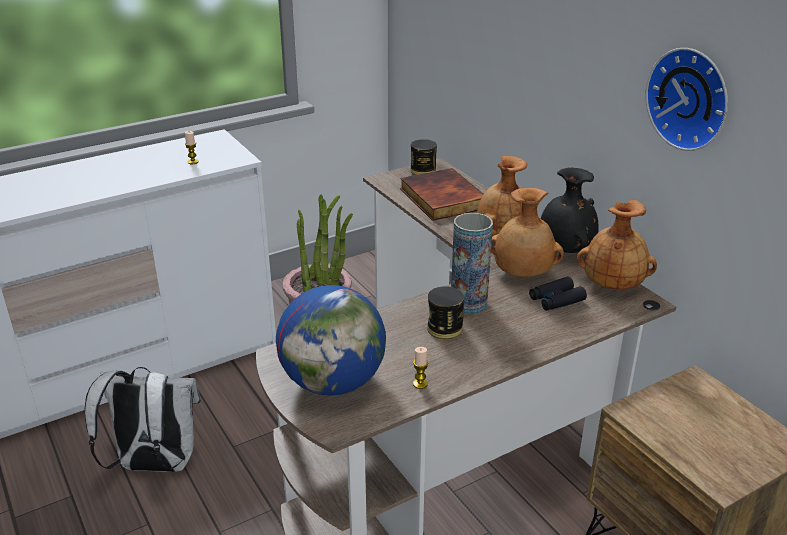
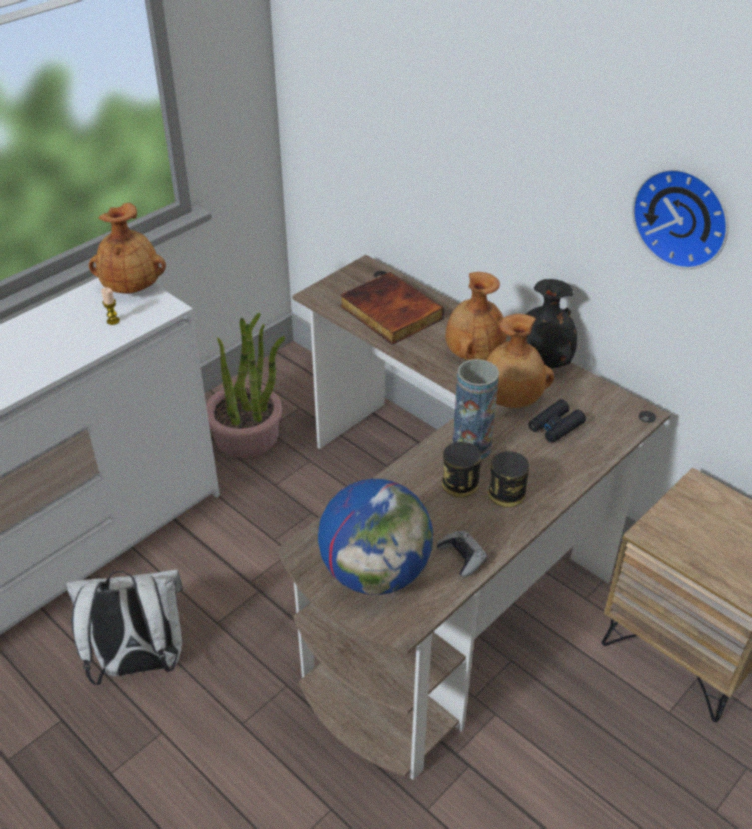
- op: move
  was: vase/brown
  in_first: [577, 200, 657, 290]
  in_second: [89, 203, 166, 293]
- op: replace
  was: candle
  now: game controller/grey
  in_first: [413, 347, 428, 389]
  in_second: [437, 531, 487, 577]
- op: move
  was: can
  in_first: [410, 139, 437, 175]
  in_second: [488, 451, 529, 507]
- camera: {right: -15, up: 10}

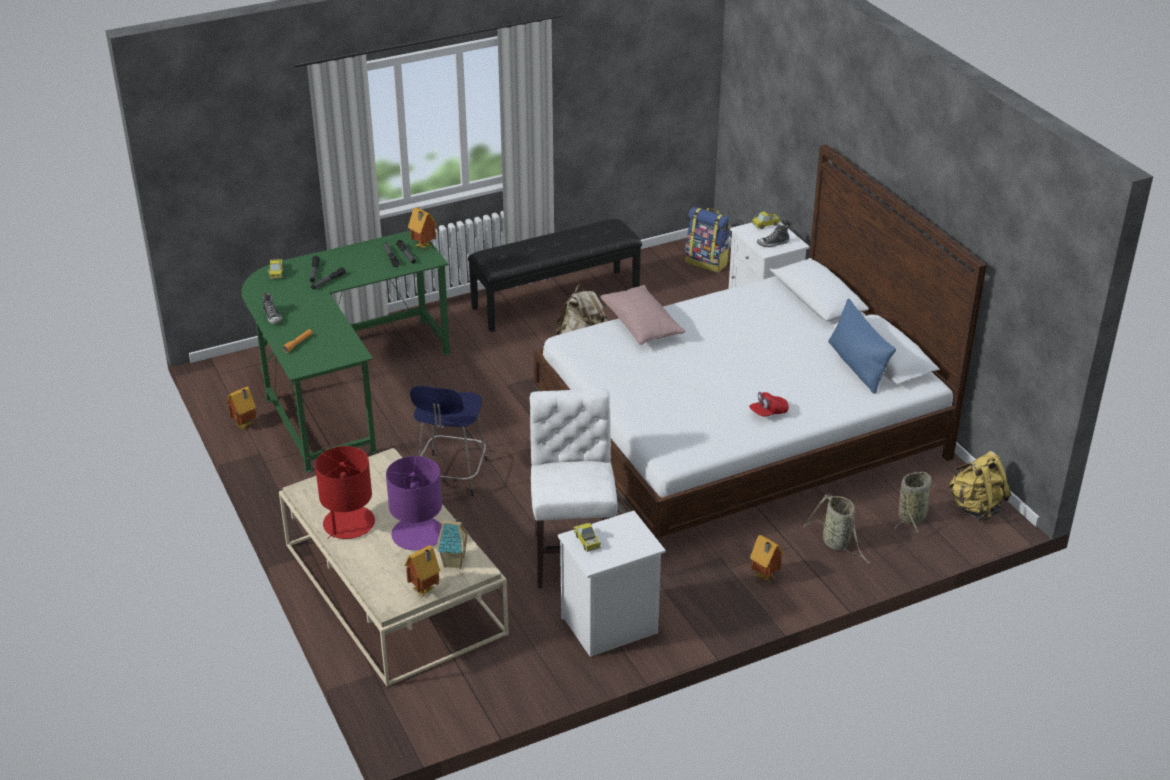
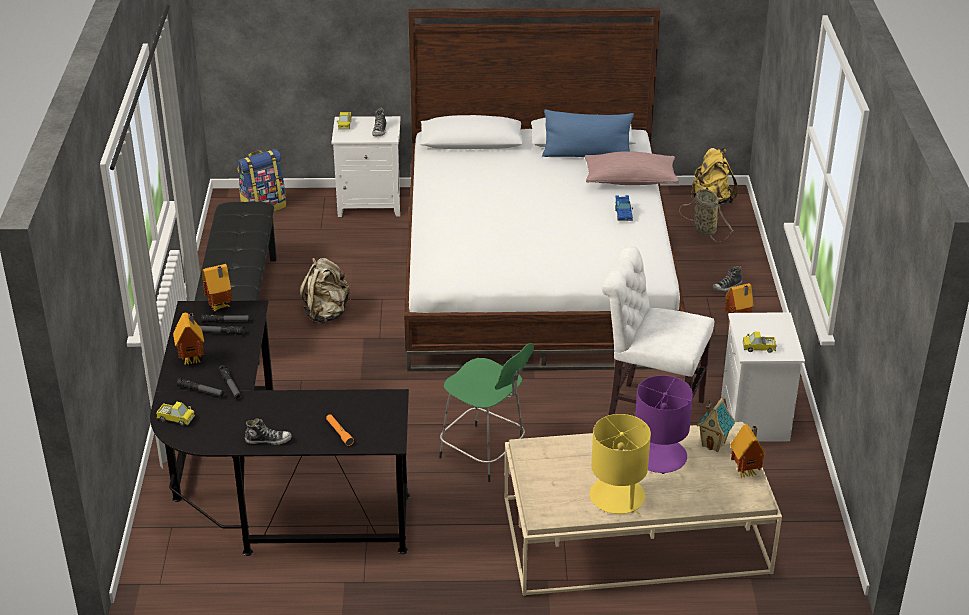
- op: recolor
  was: desk/green
  now: desk/black
  in_first: [241, 231, 450, 473]
  in_second: [150, 300, 410, 556]
- op: move
  was: toy house
  in_first: [227, 387, 256, 430]
  in_second: [173, 313, 204, 366]
- op: recolor
  was: stool/blue
  now: stool/green
  in_first: [410, 386, 487, 496]
  in_second: [439, 343, 534, 482]
- op: move
  was: pillow/pink
  in_first: [600, 285, 686, 345]
  in_second: [585, 151, 679, 185]
- op: recolor
  was: table lamp/red
  now: table lamp/yellow
  in_first: [315, 446, 375, 539]
  in_second: [589, 414, 651, 514]
- op: replace
  was: cap/red
  now: toy car/blue
  in_first: [749, 392, 789, 417]
  in_second: [615, 195, 633, 221]
- op: insert
  now: shoe
  in_second: [712, 266, 742, 292]
- op: delete
  was: basket
  in_first: [804, 495, 870, 564]
- camera: {right: -65, up: 0}

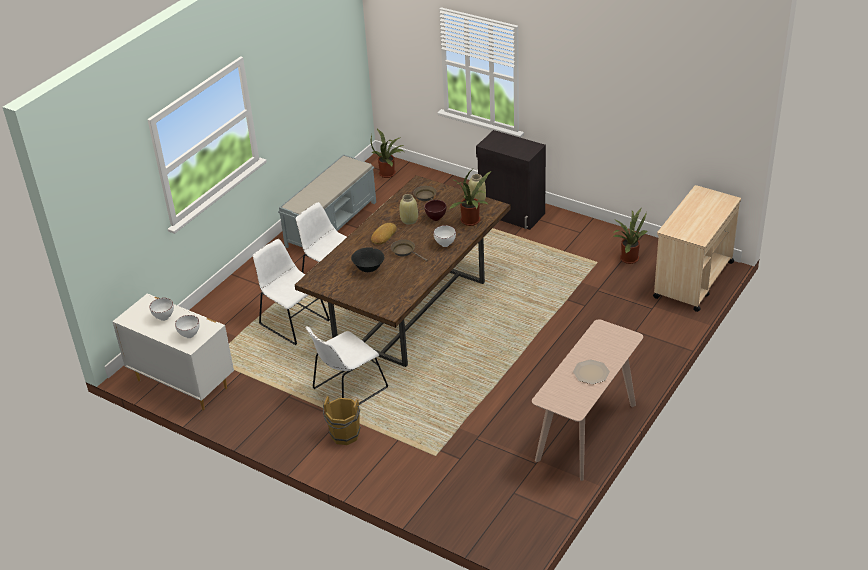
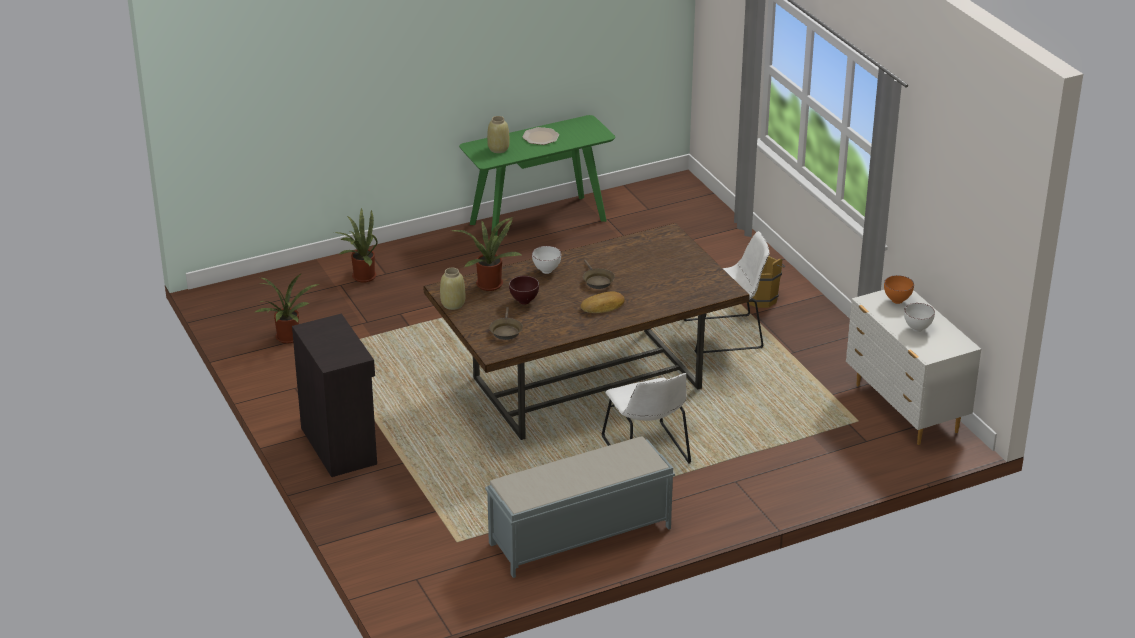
- op: move
  was: potted plant
  in_first: [371, 129, 404, 178]
  in_second: [334, 208, 378, 283]
- op: recolor
  was: console table/beige
  now: console table/green
  in_first: [532, 320, 643, 481]
  in_second: [459, 115, 615, 236]
- op: move
  was: vase/beige
  in_first: [400, 194, 418, 225]
  in_second: [487, 116, 509, 153]
- op: recolor
  was: bowl/white
  now: bowl/orange
  in_first: [175, 315, 200, 338]
  in_second: [884, 275, 914, 304]
- op: delete
  was: chair/white
  in_first: [253, 239, 330, 345]
- op: delete
  was: bowl/black
  in_first: [351, 247, 384, 272]
- op: delete
  was: cart/beige
  in_first: [653, 185, 741, 312]
- camera: {right: -150, up: -5}

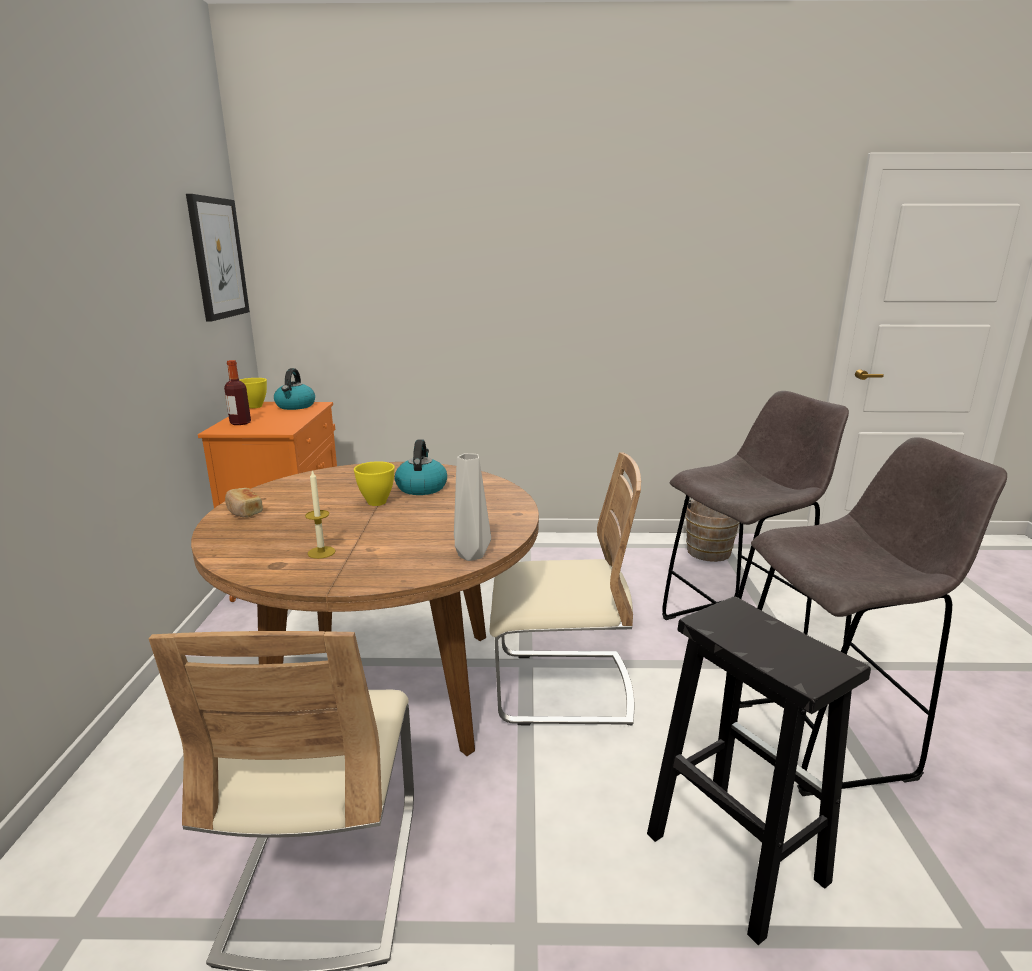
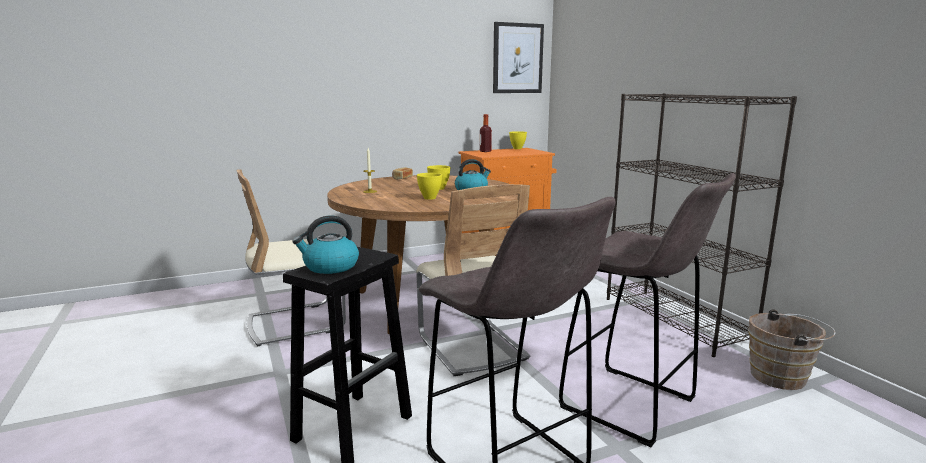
- op: move
  was: kettle
  in_first: [274, 368, 315, 410]
  in_second: [292, 216, 359, 274]
- op: insert
  now: bowl/yellow
  in_second: [417, 173, 442, 200]
- op: insert
  now: bookcase/black
  in_second: [607, 93, 797, 357]
- op: delete
  was: vase/grey
  in_first: [454, 453, 491, 561]
- camera: {right: 65, up: -5}

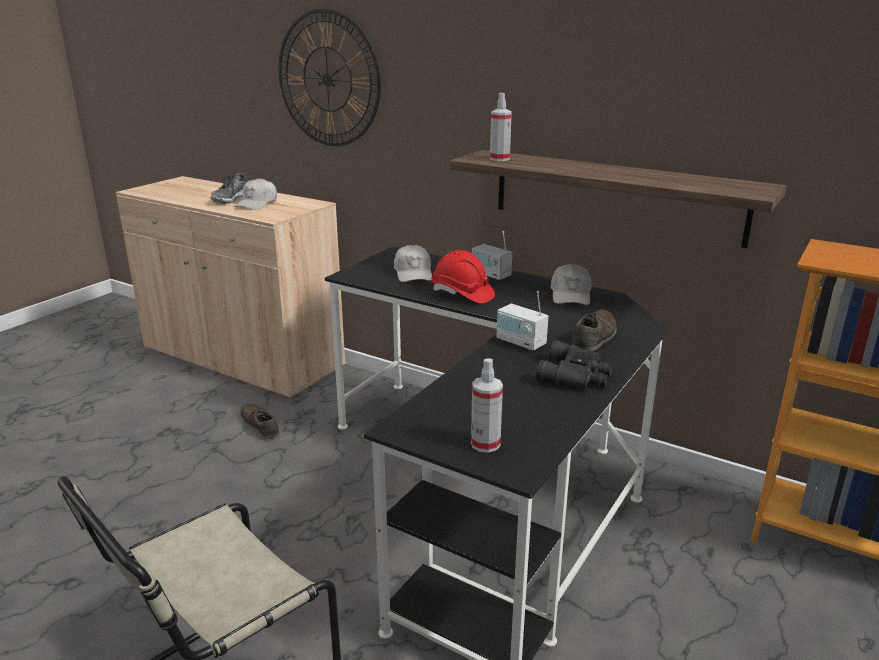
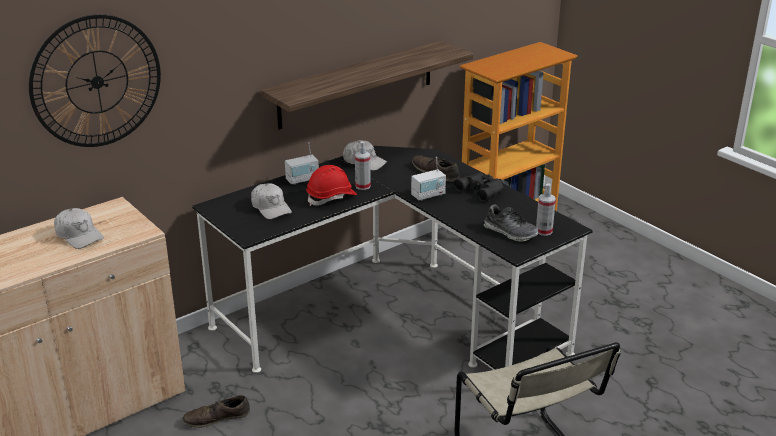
- op: rotate
  was: cap/white
  in_first: [394, 244, 432, 282]
  in_second: [251, 183, 292, 219]
  clockwise: 45
- op: move
  was: spray bottle
  in_first: [490, 93, 512, 161]
  in_second: [355, 142, 371, 190]
- op: move
  was: shoe
  in_first: [210, 173, 248, 204]
  in_second: [484, 204, 539, 242]
- camera: {right: -70, up: 5}

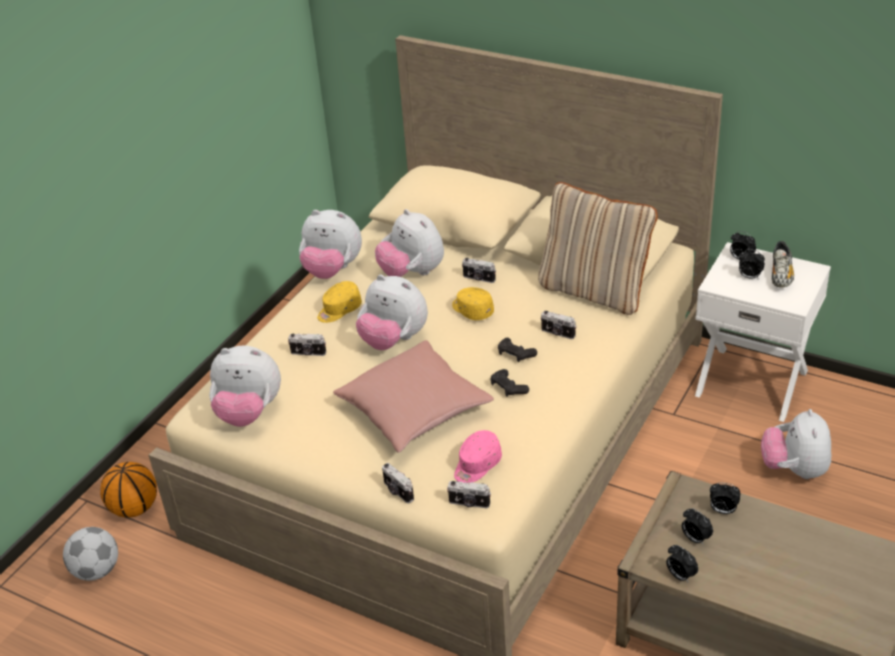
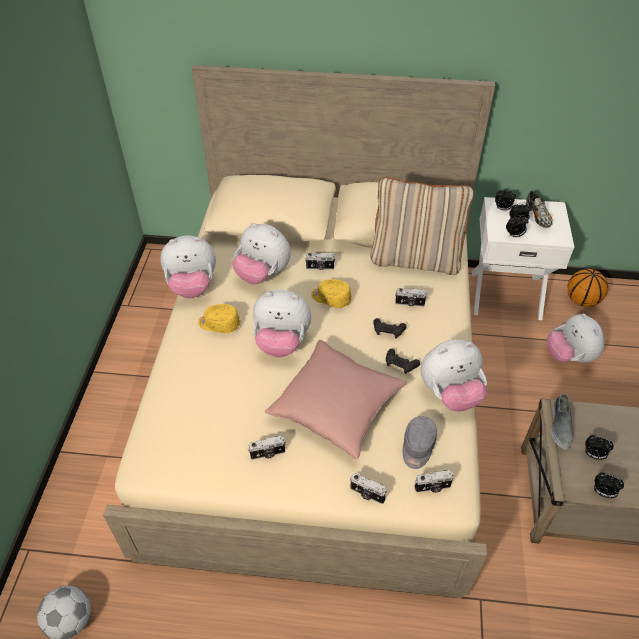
- op: rotate
  was: cap/yellow
  in_first: [317, 281, 362, 323]
  in_second: [198, 304, 240, 333]
  clockwise: 75
- op: move
  was: photo camera
  in_first: [288, 333, 326, 356]
  in_second: [248, 436, 286, 460]
- op: recolor
  was: cap/pink
  now: cap/grey
  in_first: [454, 430, 502, 483]
  in_second: [403, 416, 437, 469]
- op: move
  was: plush toy
  in_first: [209, 346, 281, 427]
  in_second: [421, 340, 487, 411]
- op: move
  was: alarm clock
  in_first: [710, 483, 741, 514]
  in_second: [506, 215, 529, 237]
- op: insert
  now: shoe/grey
  in_second: [551, 394, 573, 450]
- op: move
  was: basketball
  in_first: [100, 462, 157, 518]
  in_second: [568, 269, 608, 307]
- camera: {right: -25, up: 10}

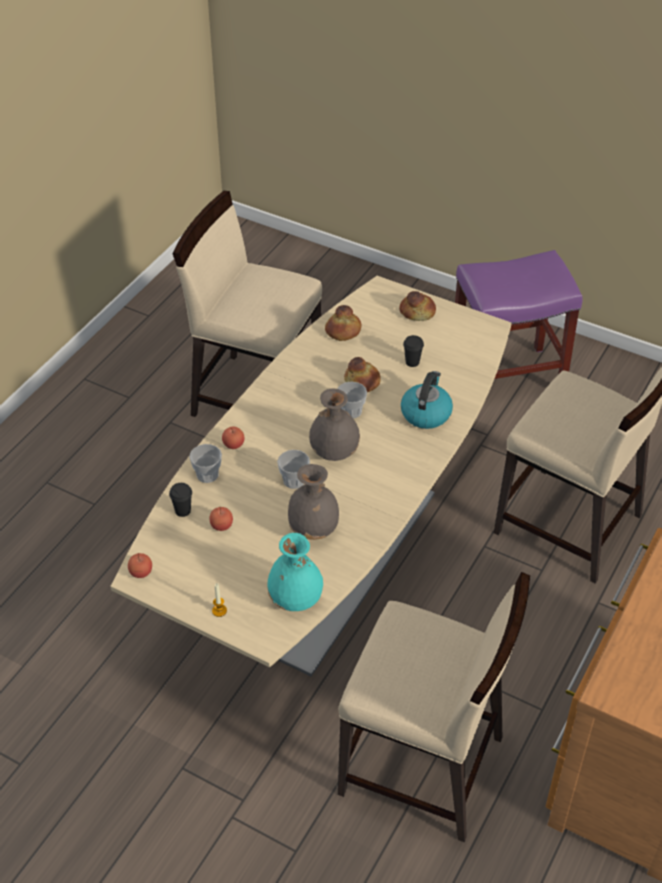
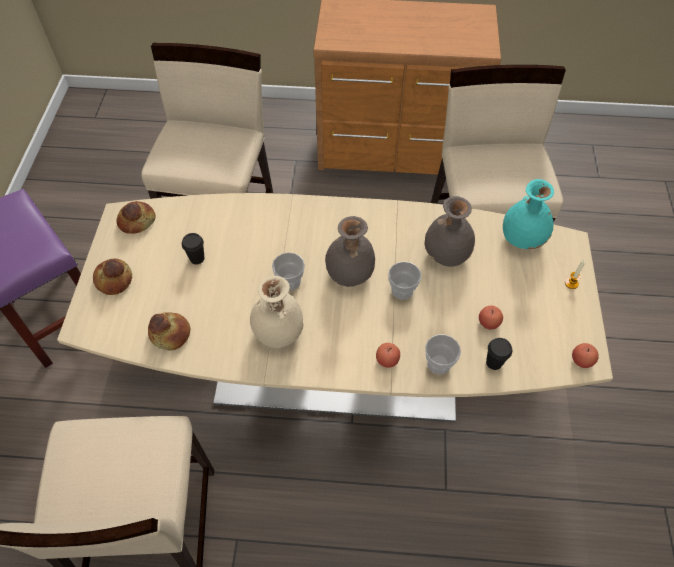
- op: move
  was: bread
  in_first: [344, 357, 381, 392]
  in_second: [116, 201, 156, 234]
- op: insert
  now: vase/beige
  in_second: [250, 276, 304, 348]
- op: delete
  was: kettle
  in_first: [401, 371, 453, 429]
- camera: {right: -115, up: 10}

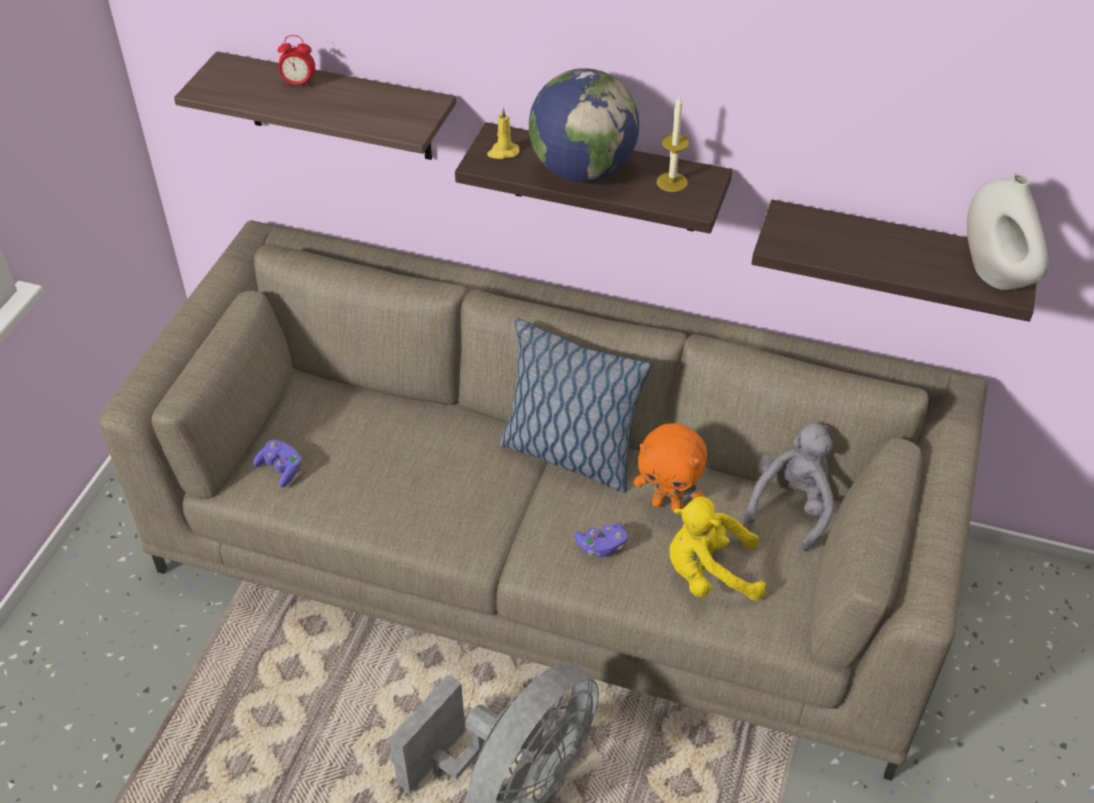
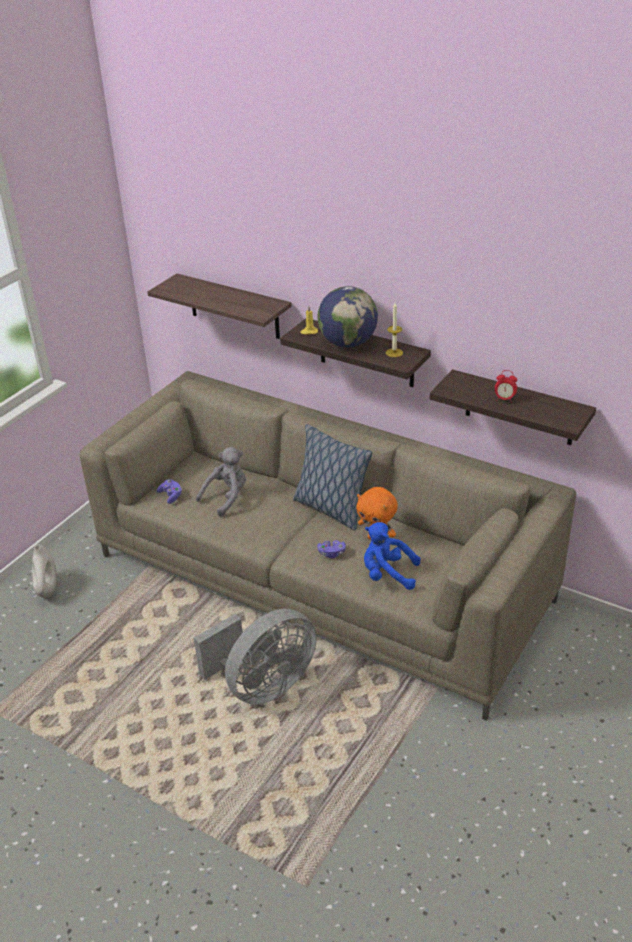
- op: move
  was: vase/white
  in_first: [967, 173, 1049, 290]
  in_second: [32, 544, 57, 598]
- op: move
  was: plush toy/grey
  in_first: [744, 423, 835, 551]
  in_second: [196, 447, 246, 517]
- op: recolor
  was: plush toy/yellow
  now: plush toy/blue
  in_first: [670, 496, 766, 601]
  in_second: [364, 522, 421, 590]
- op: move
  was: alarm clock
  in_first: [278, 35, 315, 89]
  in_second: [495, 370, 517, 403]
- camera: {right: 15, up: -10}

